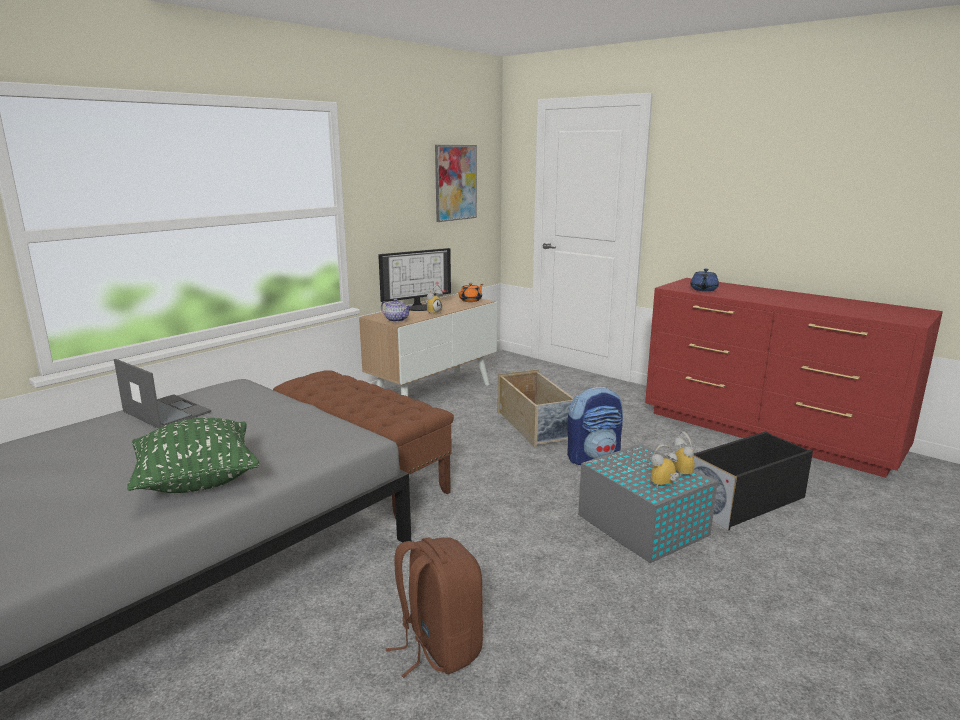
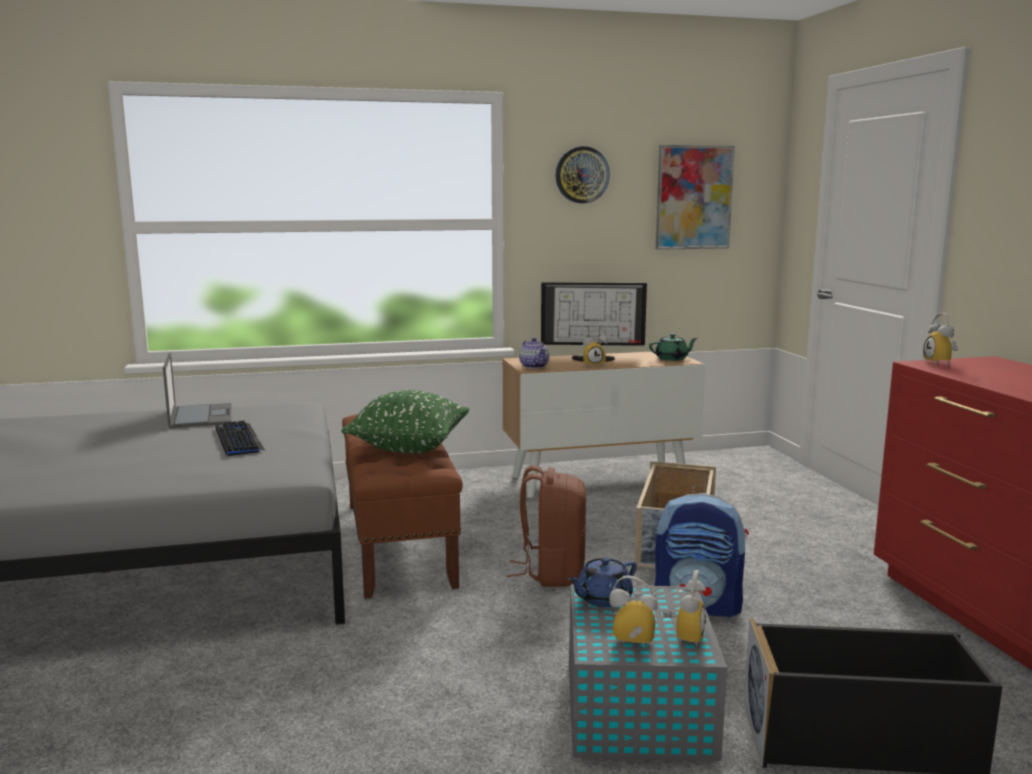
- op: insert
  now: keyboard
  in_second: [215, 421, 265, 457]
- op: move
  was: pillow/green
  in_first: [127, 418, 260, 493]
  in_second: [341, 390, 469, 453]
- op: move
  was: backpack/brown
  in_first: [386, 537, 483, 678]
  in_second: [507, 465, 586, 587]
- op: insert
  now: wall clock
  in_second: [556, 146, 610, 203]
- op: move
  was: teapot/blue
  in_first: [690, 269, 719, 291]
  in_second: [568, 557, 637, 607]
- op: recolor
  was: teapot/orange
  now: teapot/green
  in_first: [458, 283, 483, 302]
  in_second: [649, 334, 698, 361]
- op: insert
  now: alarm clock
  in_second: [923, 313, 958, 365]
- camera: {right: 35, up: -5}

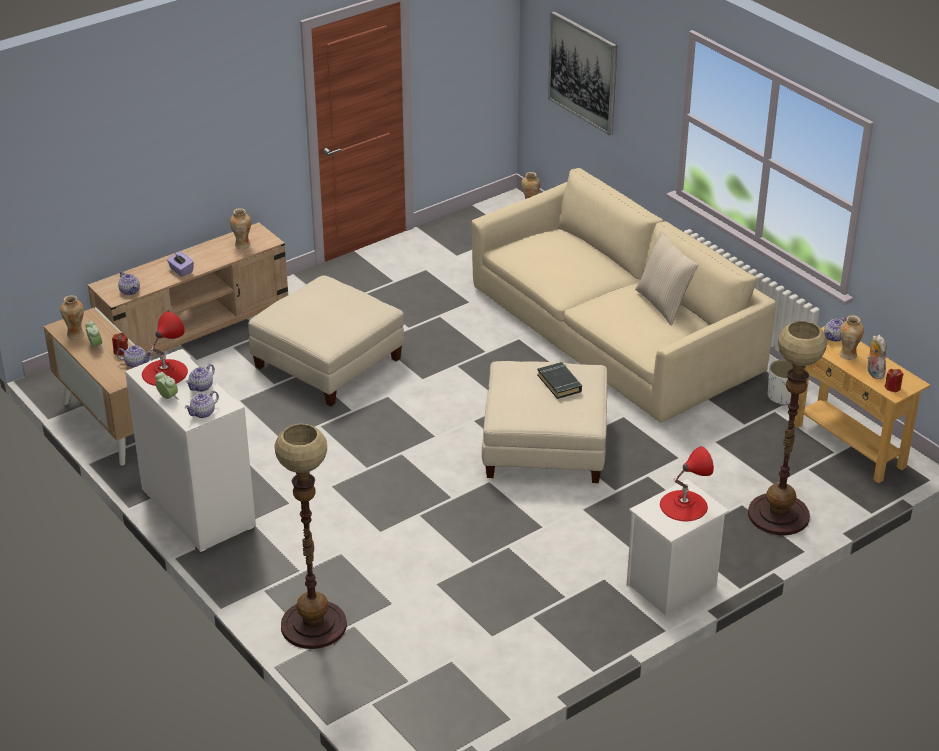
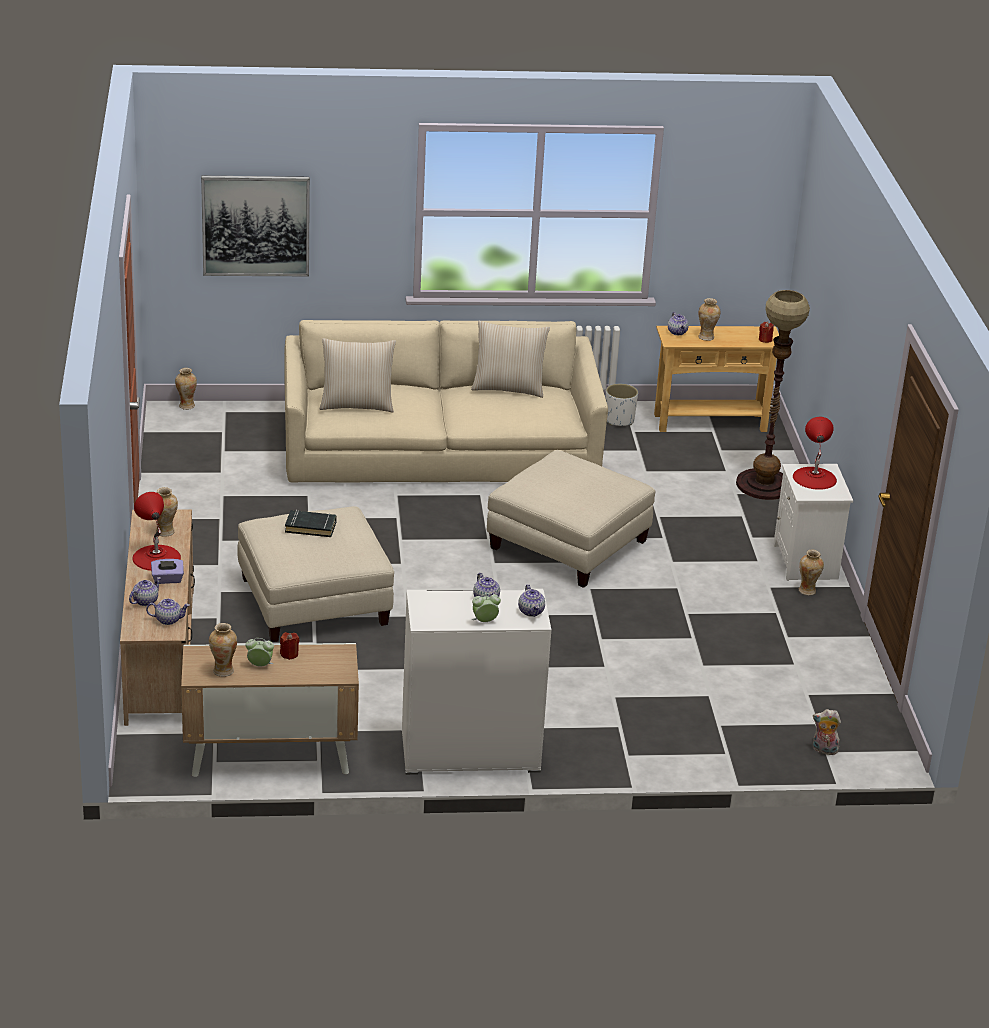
- op: move
  was: teapot
  in_first: [116, 345, 152, 368]
  in_second: [129, 577, 161, 606]
- op: move
  was: table lamp/red
  in_first: [142, 311, 188, 386]
  in_second: [132, 492, 181, 571]
- op: move
  was: book/black
  in_first: [537, 362, 582, 399]
  in_second: [285, 510, 337, 537]
- op: insert
  now: pillow/beige
  in_second: [320, 338, 396, 412]
- op: insert
  now: vase
  in_second: [799, 550, 824, 595]
- op: move
  was: plush toy
  in_first: [867, 335, 886, 379]
  in_second: [813, 709, 841, 755]
- op: delete
  was: floor lamp
  in_first: [275, 424, 347, 649]
- camera: {right: -60, up: -5}

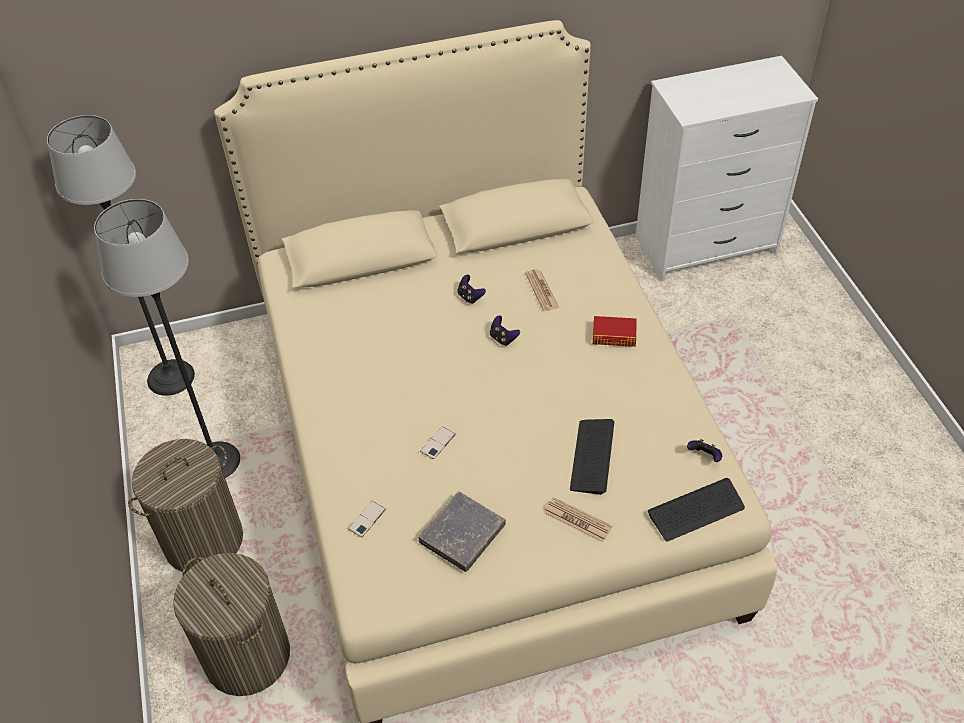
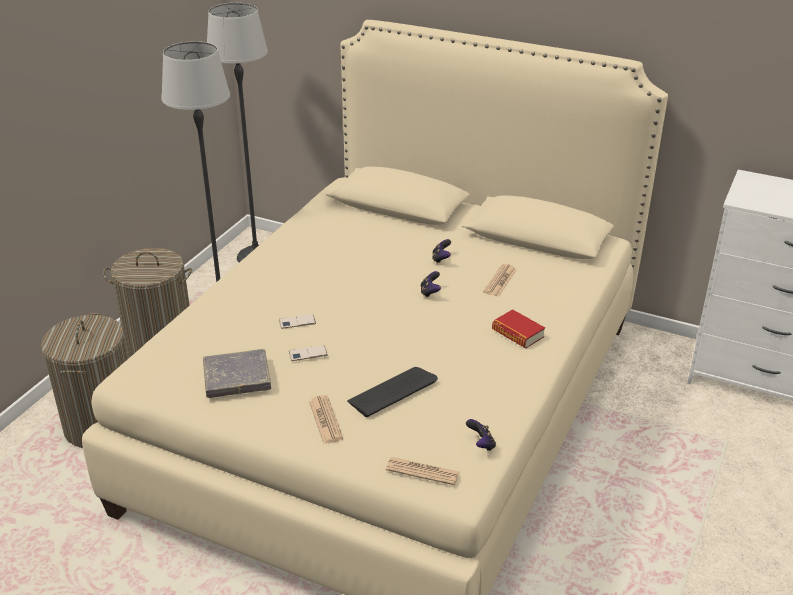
- op: move
  was: phone
  in_first: [348, 501, 386, 537]
  in_second: [289, 345, 328, 361]
- op: replace
  was: keyboard
  now: newspaper
  in_first: [648, 478, 745, 542]
  in_second: [386, 457, 460, 485]
- camera: {right: 40, up: -15}

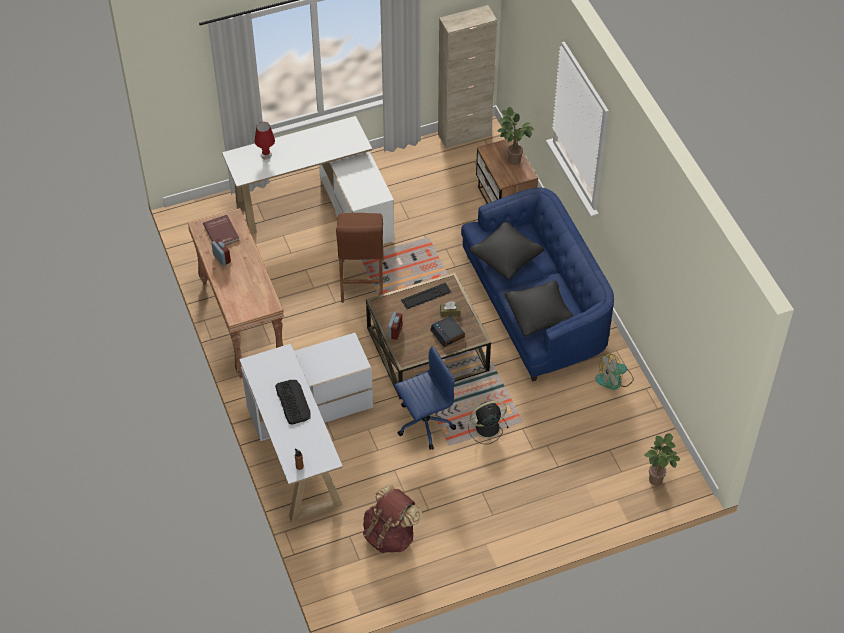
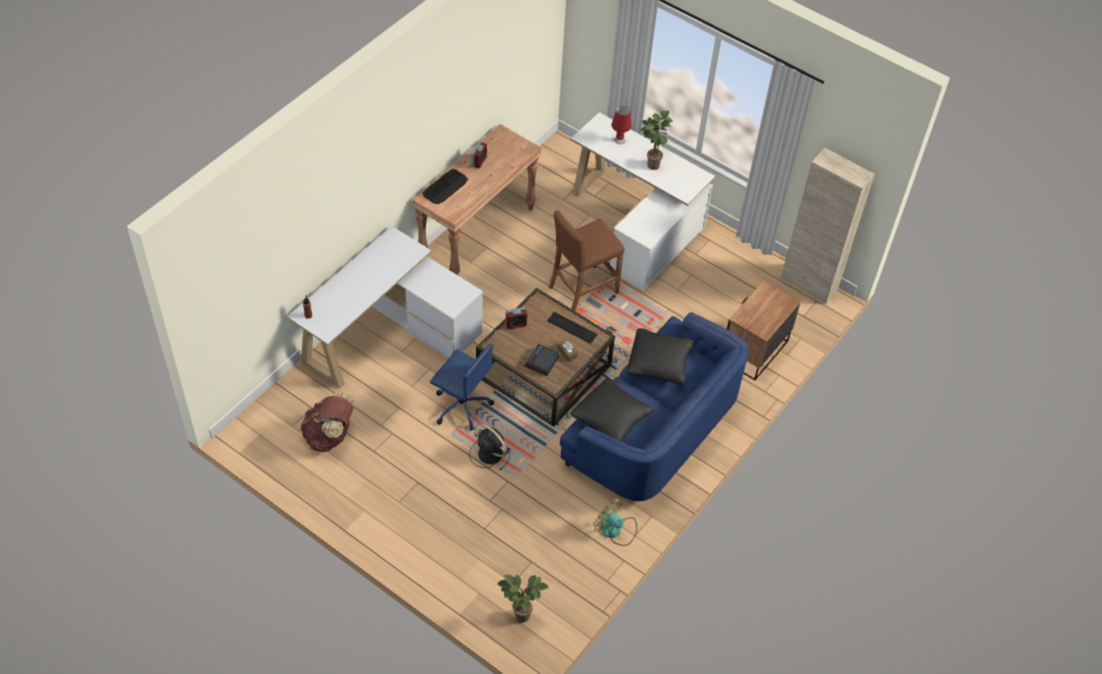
- op: move
  was: keyboard
  in_first: [275, 380, 310, 425]
  in_second: [422, 169, 468, 204]
- op: move
  was: potted plant
  in_first: [498, 107, 534, 165]
  in_second: [640, 111, 673, 170]
- op: delete
  was: book/red
  in_first: [203, 215, 239, 245]
- camera: {right: 55, up: 0}

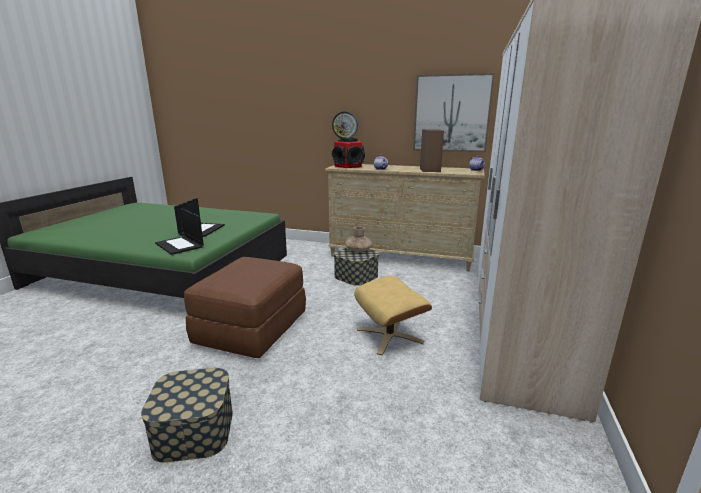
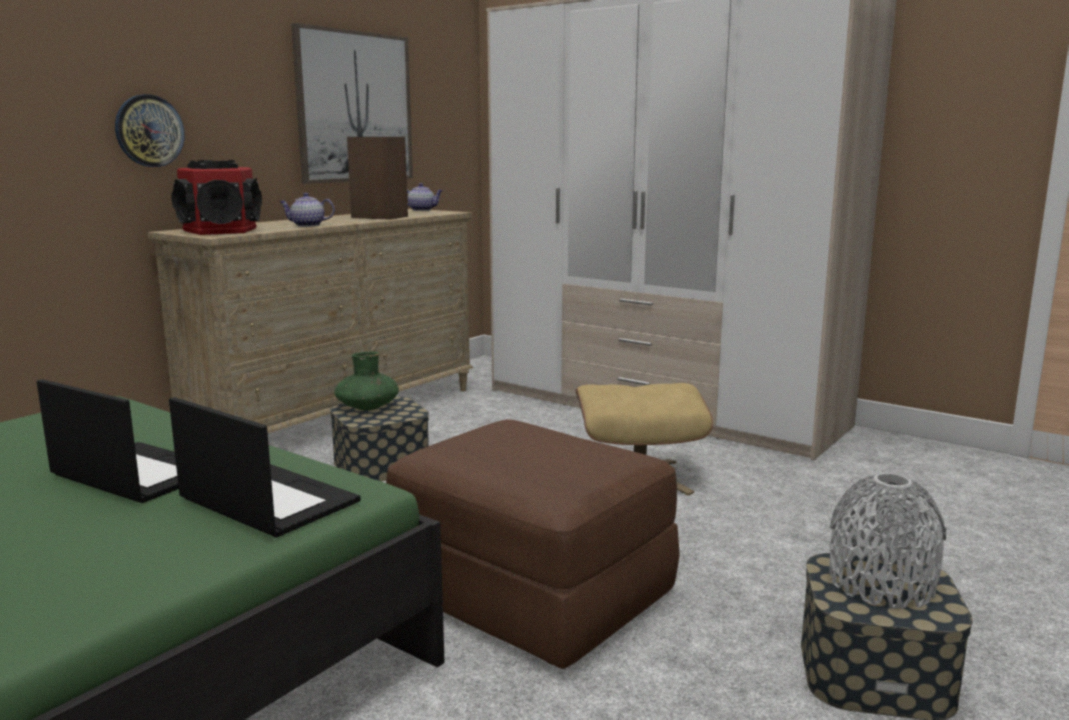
- op: rotate
  was: laptop
  in_first: [155, 208, 204, 255]
  in_second: [169, 397, 361, 537]
  clockwise: -120
- op: recolor
  was: vase/brown
  now: vase/green
  in_first: [345, 226, 372, 252]
  in_second: [334, 352, 399, 410]
- op: insert
  now: vase/grey
  in_second: [829, 473, 946, 609]
- camera: {right: -70, up: -5}

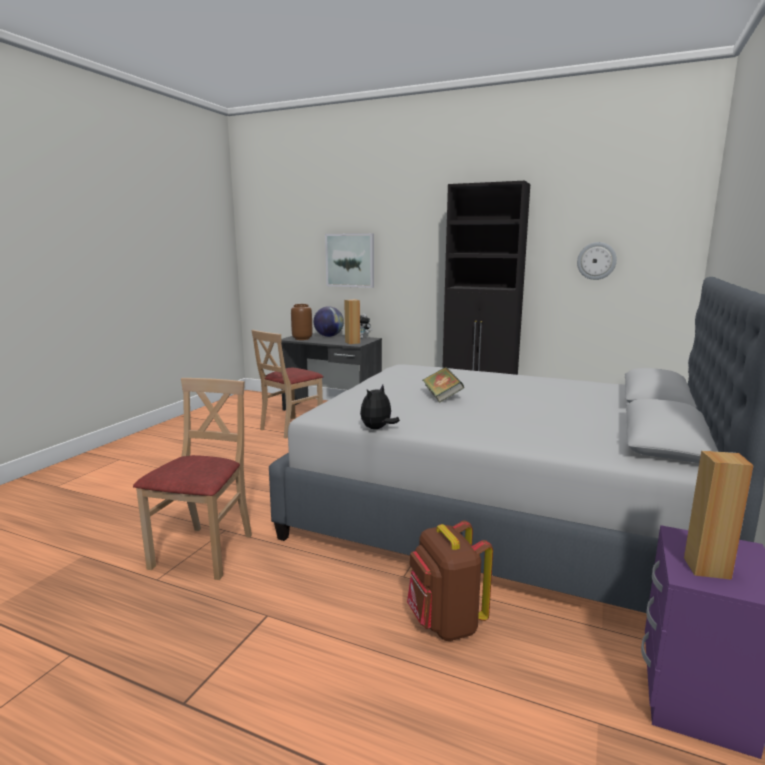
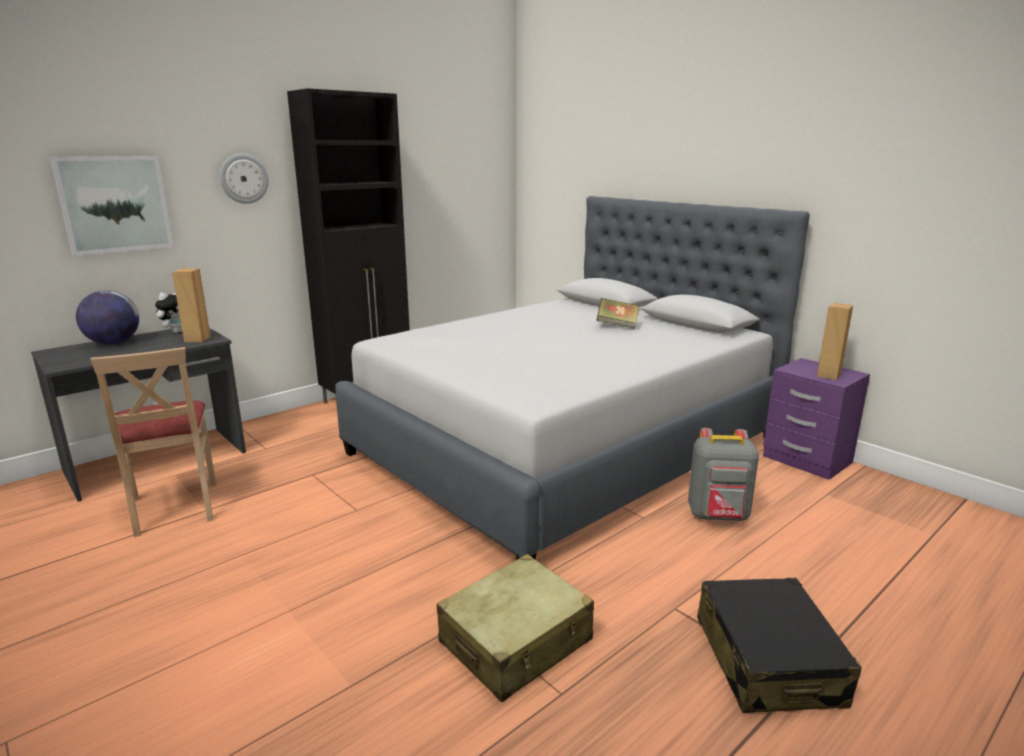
- op: move
  was: wall clock
  in_first: [577, 242, 617, 280]
  in_second: [220, 154, 269, 204]
- op: replace
  was: chair/beige
  now: suitcase/beige
  in_first: [133, 378, 252, 580]
  in_second: [437, 554, 594, 702]
- op: move
  was: book
  in_first: [423, 367, 464, 403]
  in_second: [596, 298, 639, 329]
- op: recolor
  was: backpack/brown
  now: backpack/grey
  in_first: [407, 520, 493, 641]
  in_second: [688, 428, 759, 521]
- op: insert
  now: suitcase/black
  in_second: [697, 578, 862, 713]
- op: delete
  was: vase/brown
  in_first: [291, 304, 312, 340]
- op: delete
  was: plush toy
  in_first: [360, 385, 400, 429]
- camera: {right: -65, up: 5}

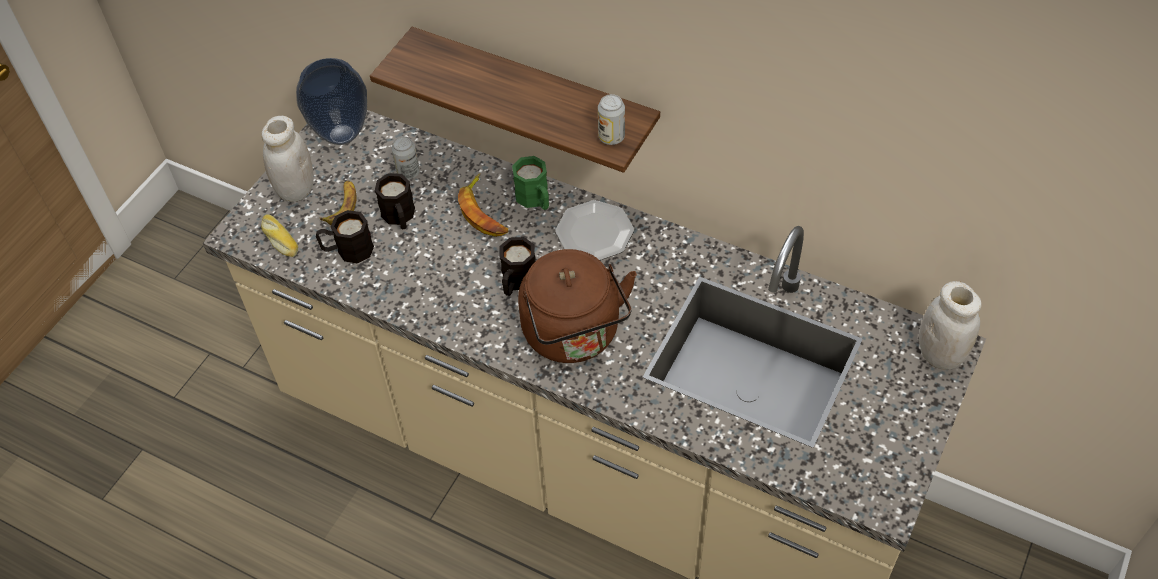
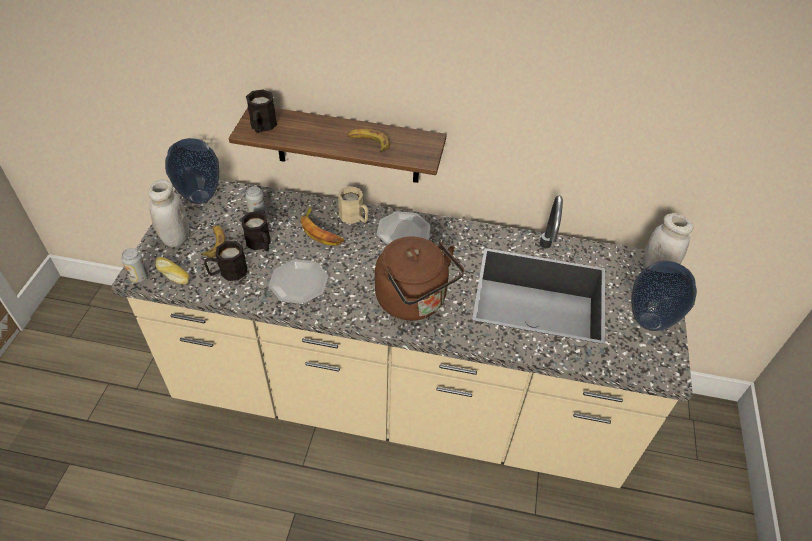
- op: move
  was: can
  in_first: [598, 94, 625, 145]
  in_second: [121, 248, 148, 283]
- op: move
  was: mug/black
  in_first: [500, 237, 536, 296]
  in_second: [246, 89, 277, 133]
- op: insert
  now: plate
  in_second: [268, 259, 328, 304]
- op: recolor
  was: mug/green
  now: mug/beige
  in_first: [512, 156, 549, 210]
  in_second: [338, 186, 368, 224]
- op: insert
  now: banana
  in_second: [347, 129, 390, 153]
- op: insert
  now: vase
  in_second: [631, 260, 697, 331]
- camera: {right: -20, up: -5}

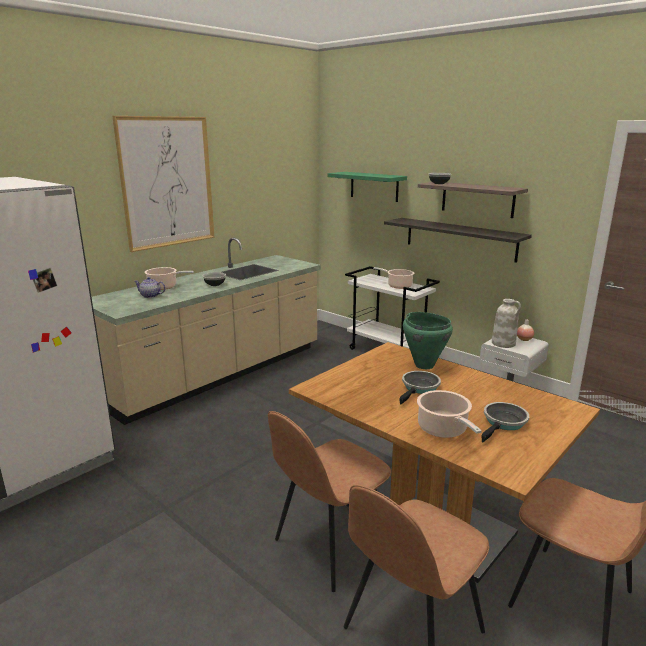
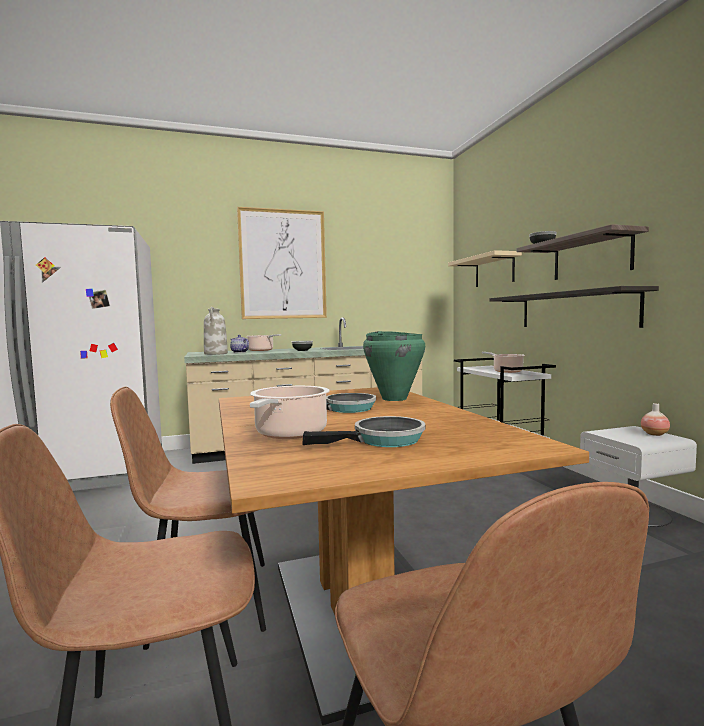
- op: move
  was: vase/white
  in_first: [492, 299, 521, 348]
  in_second: [204, 307, 228, 355]
- op: recolor
  was: shelf/green
  now: shelf/beige
  in_first: [328, 172, 407, 202]
  in_second: [448, 250, 522, 287]
- camera: {right: 30, up: -15}

